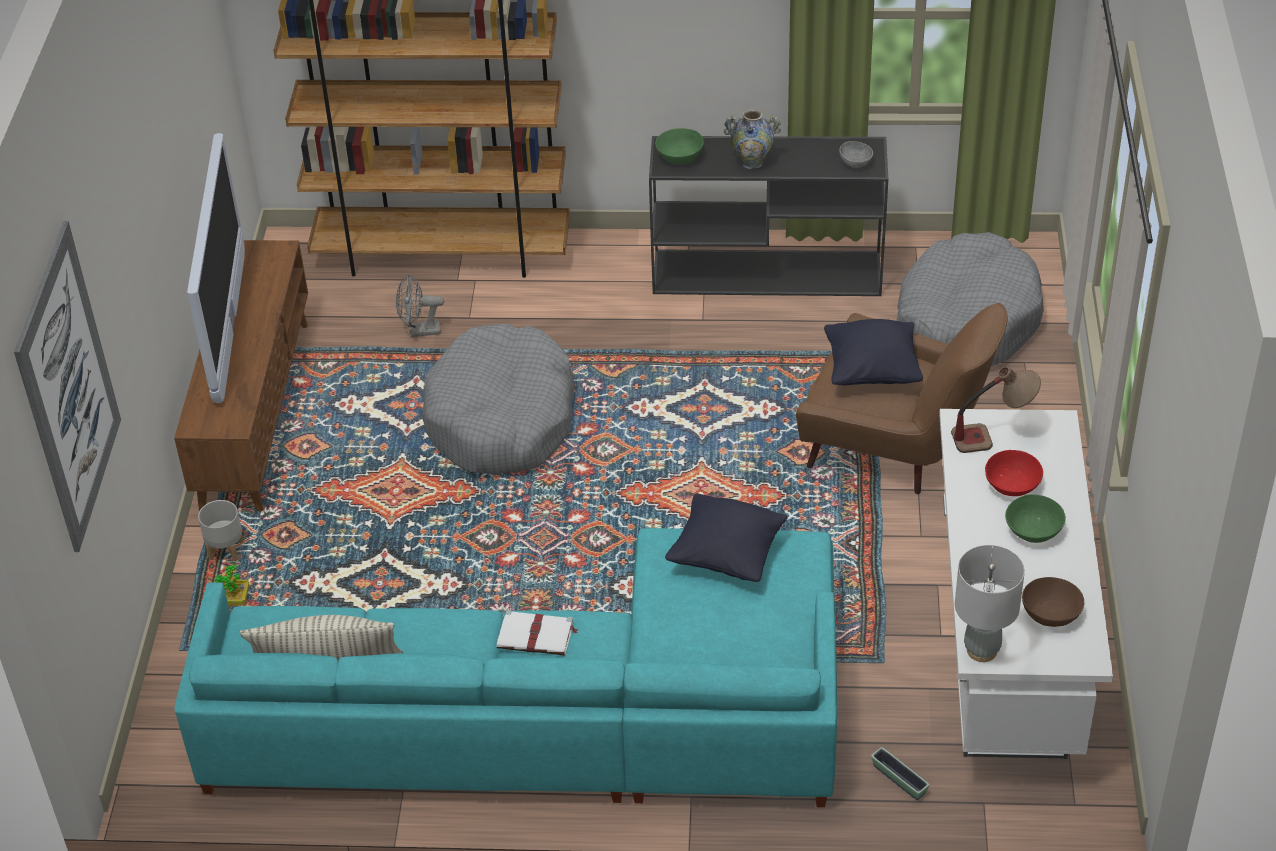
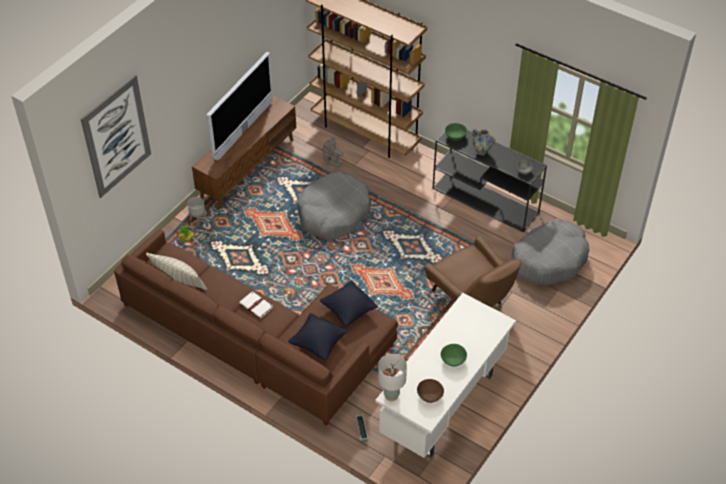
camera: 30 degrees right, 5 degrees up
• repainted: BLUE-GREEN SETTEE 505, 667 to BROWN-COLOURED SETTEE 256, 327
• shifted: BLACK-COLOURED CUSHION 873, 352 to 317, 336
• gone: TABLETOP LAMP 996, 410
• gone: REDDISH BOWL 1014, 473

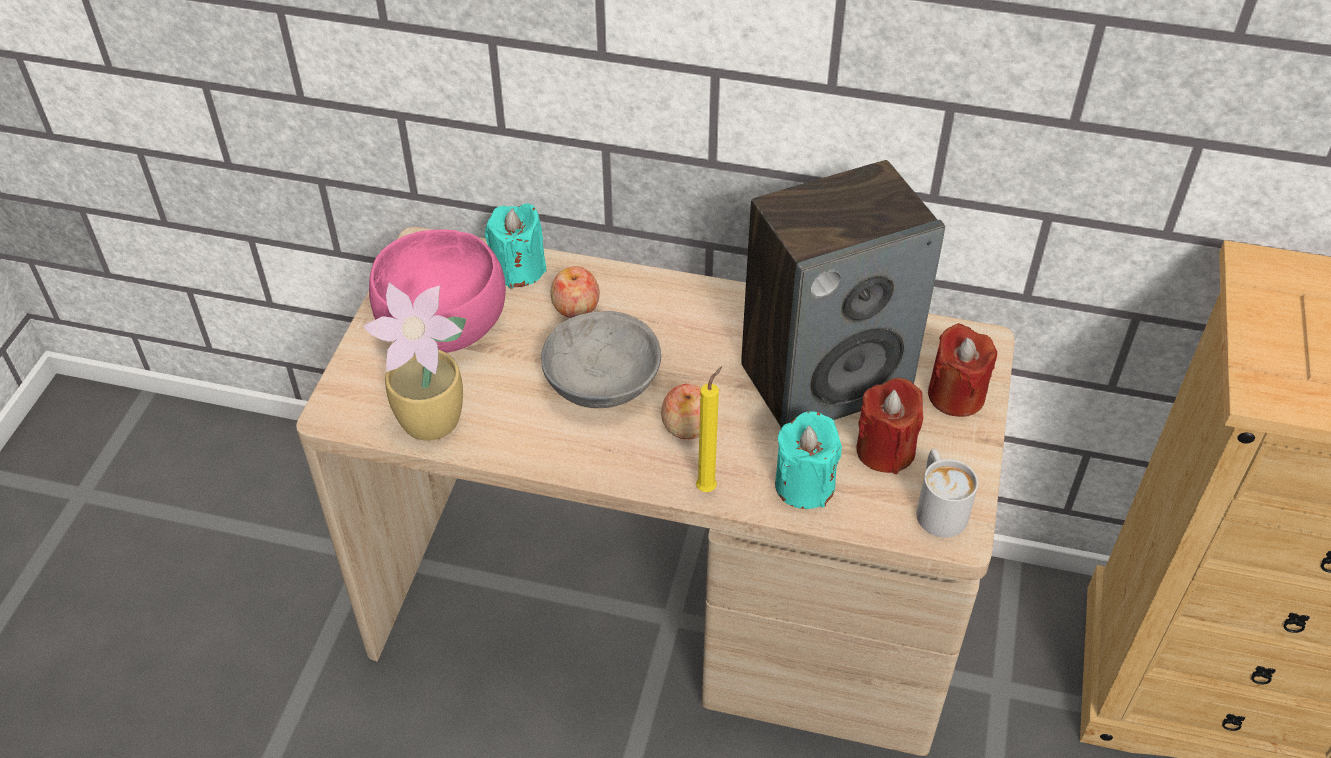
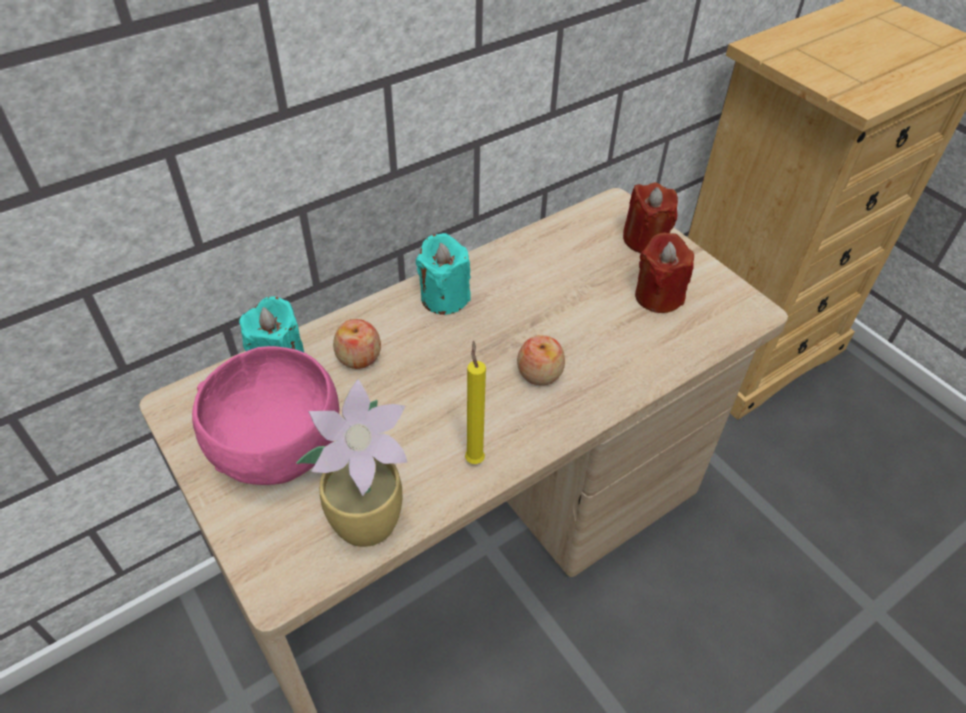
camera: 50 degrees left, 0 degrees up
• shifted: BLUE-GREEN WAX CANDLE 808, 460 to 443, 274
• shifted: YELLOWISH WAX CANDLE 709, 429 to 475, 402
• gone: GREY BOWL 601, 359
• gone: AUDIO SPEAKER 843, 294
• gone: WHITE TEA MUG 947, 493

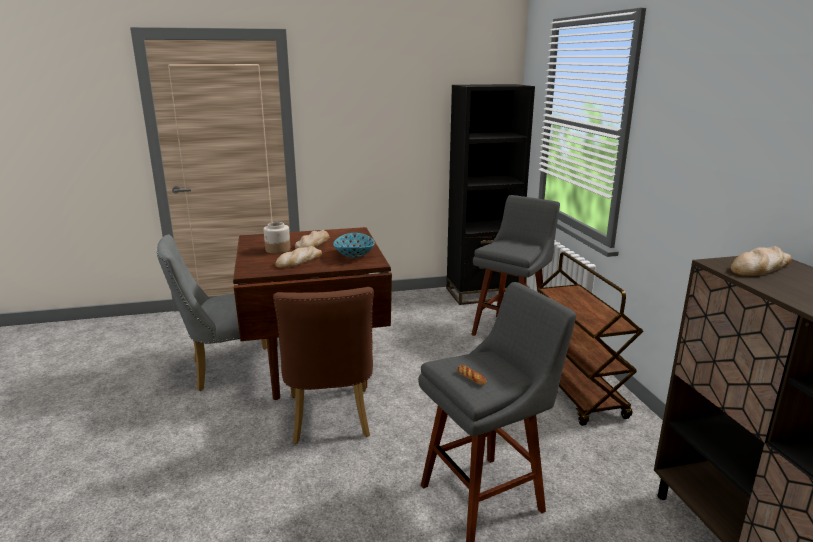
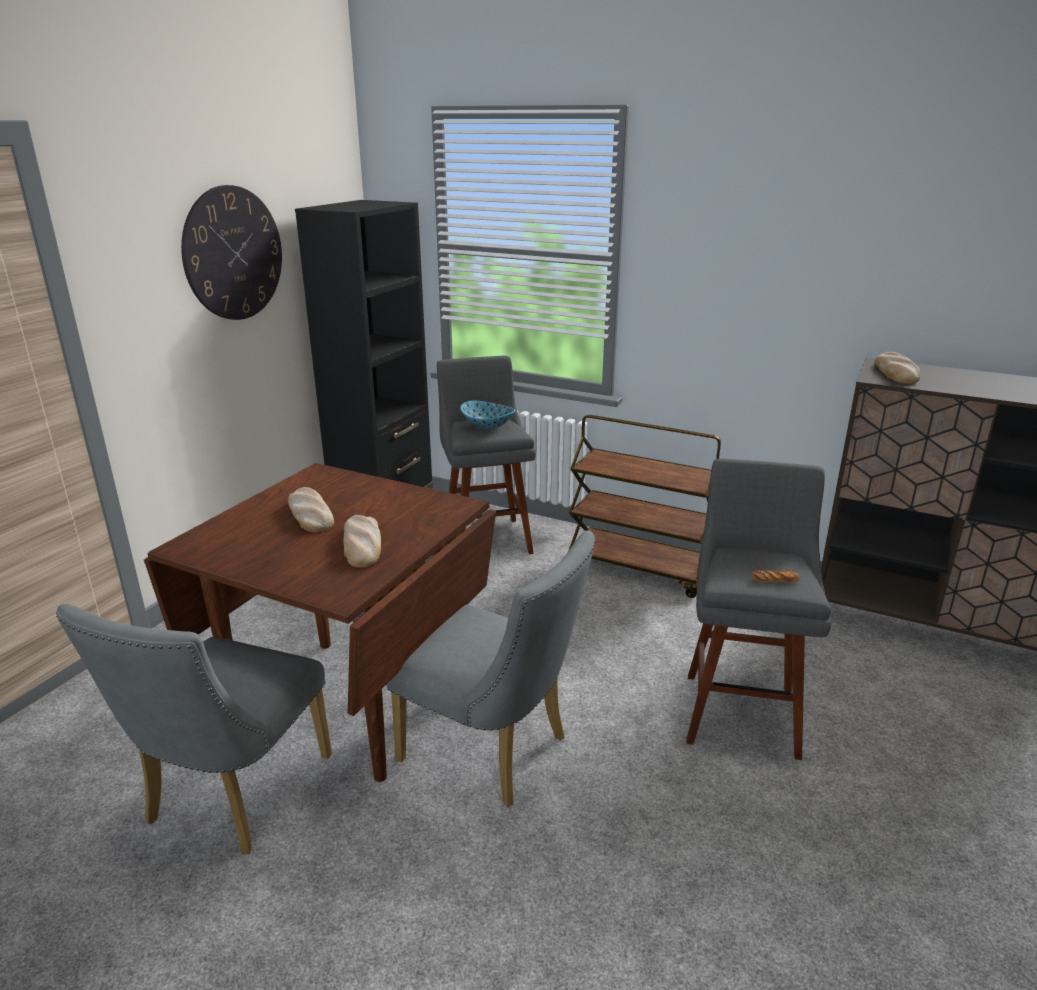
camera: 50 degrees left, 5 degrees up
• new: HANGING CLOCK 231, 252
• repainted: BROWN-COLOURED CHAIR 323, 365 to GREY CHAIR 490, 669
• shifted: BOWL 354, 245 to 487, 415
• gone: JAR 277, 238

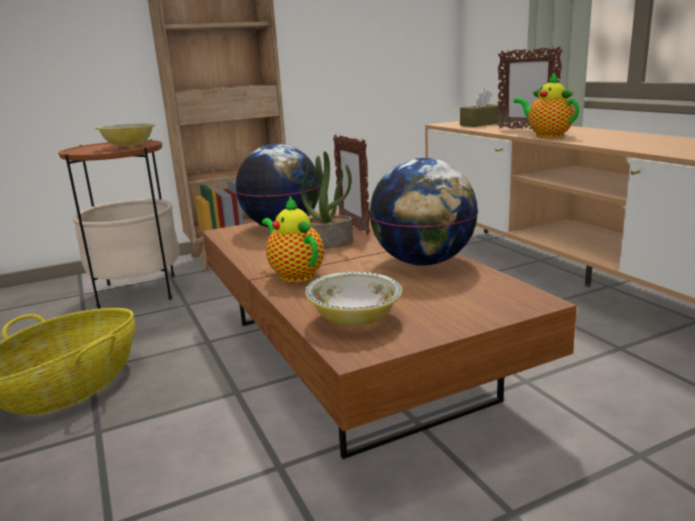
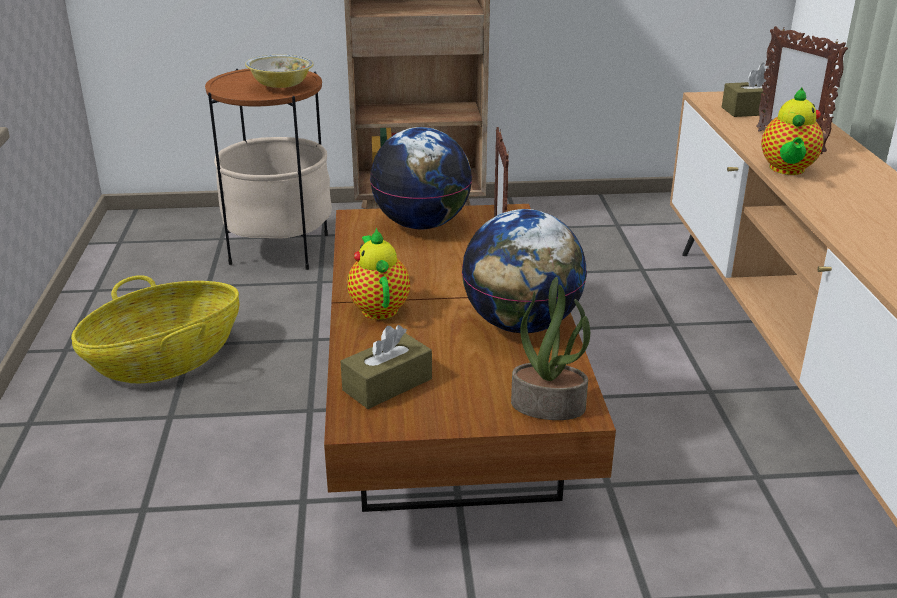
camera: 20 degrees right, 10 degrees up
• swapped: BOWL 353, 299 to BROWN-COLOURED TISSUE BOX 386, 367
• shifted: PLANT IN A POT 327, 200 to 550, 348
• rotated: TEAPOT 546, 105 = 792, 131 150 degrees counterclockwise

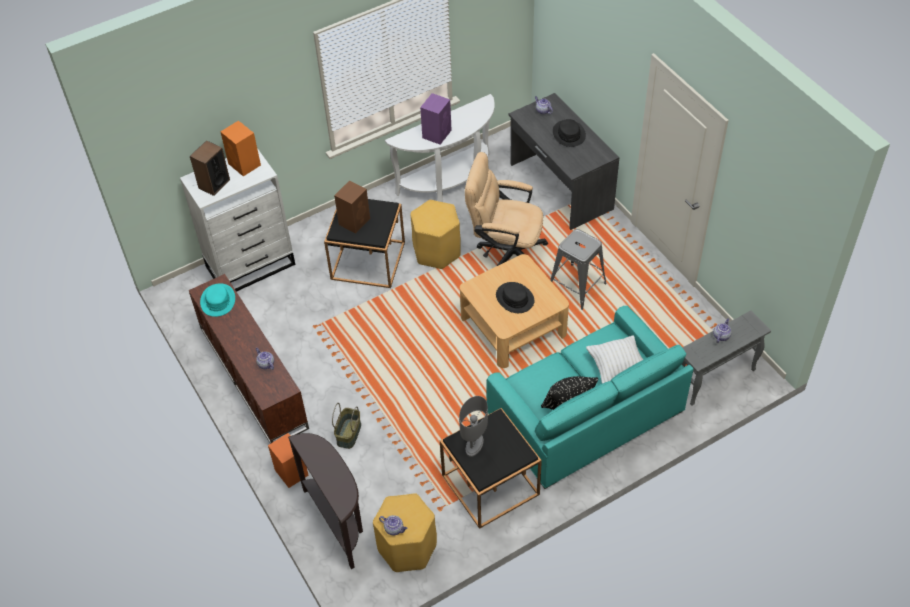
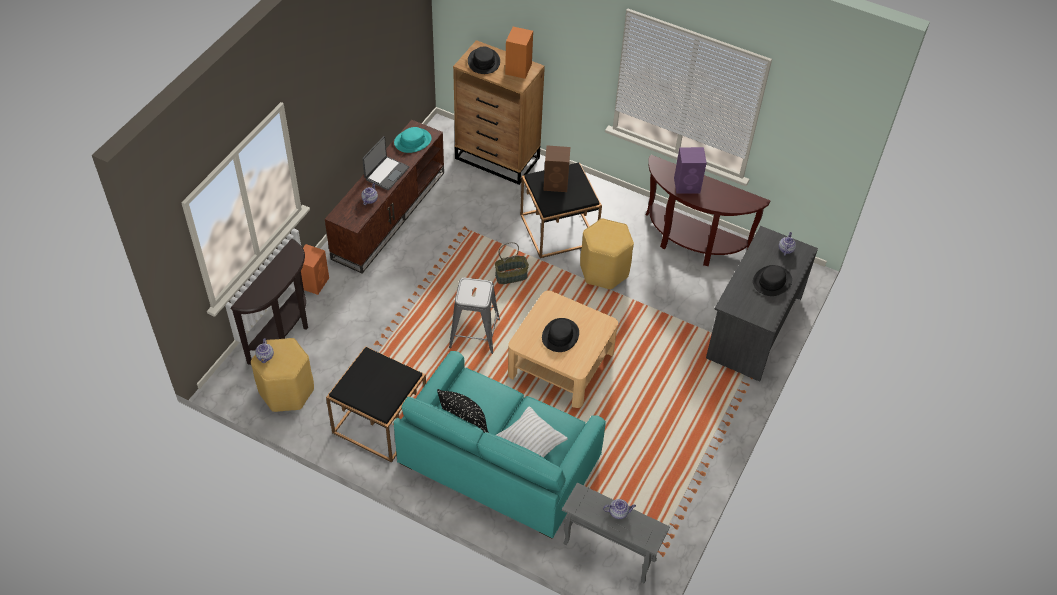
camera: 55 degrees right, 0 degrees up
• new: NOTEBOOK COMPUTER 385, 163
• shifted: GREY STOOL 578, 269 to 474, 316
• repainted: WHITE CHEST OF DRAWERS 237, 220 to BROWN-COLOURED CHEST OF DRAWERS 499, 112
• swapped: AUDIO SPEAKER 210, 168 to BLACK-COLOURED CLOTHING HAT 484, 60
• shifted: HOUSEHOLD BASKET 346, 426 to 512, 263
• repainted: WHITE NARROW TABLE 440, 148 to BROWN-COLOURED NARROW TABLE 708, 210
• gone: GREY TABLETOP LAMP 473, 426
• gone: SAND-COLOURED DESK CHAIR 506, 209

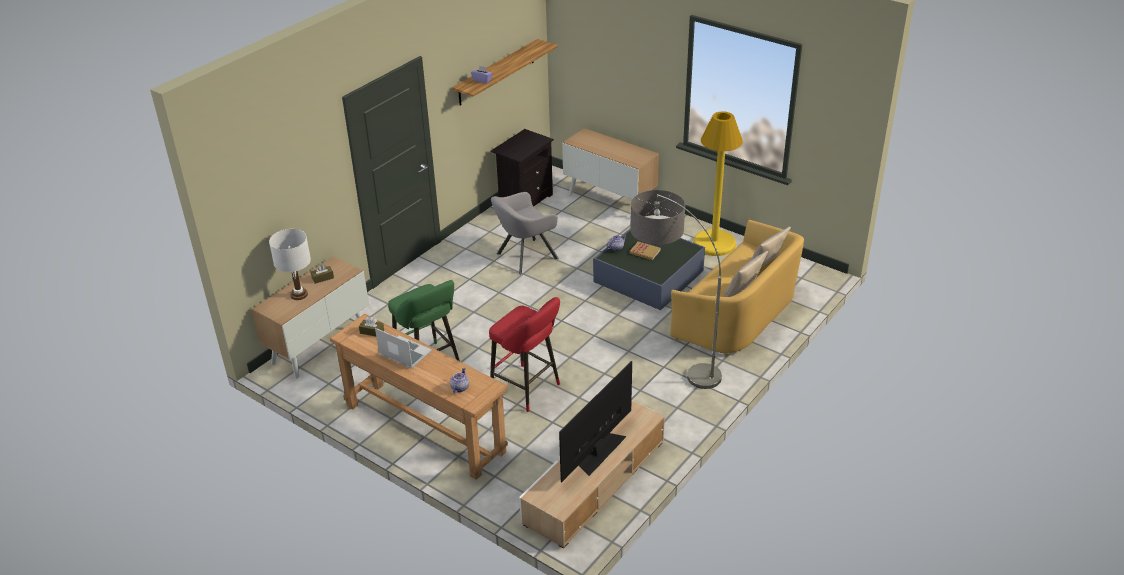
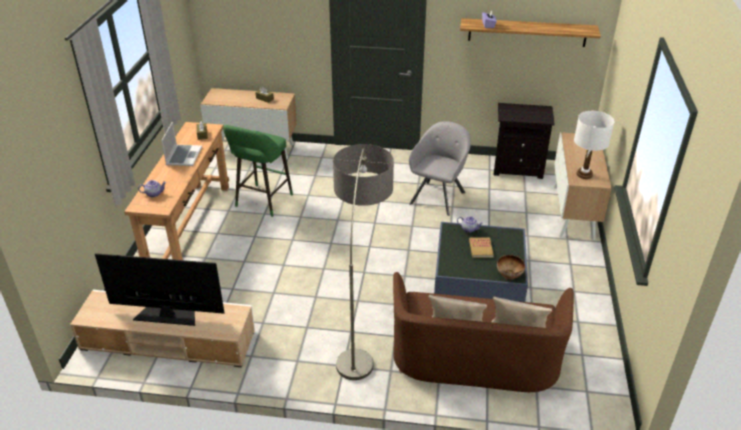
camera: 60 degrees right, 0 degrees up
• repainted: YELLOWISH SETTEE 737, 288 to BROWN-COLOURED SETTEE 483, 332
• rotated: GREY ARMCHAIR 525, 233 = 440, 168 90 degrees clockwise
• new: BOWL 511, 267
• shifted: WHITE TABLETOP LAMP 290, 264 to 594, 145
• gone: REDDISH STOOL 524, 354
• gone: YELLOWISH STANDING LAMP 718, 183

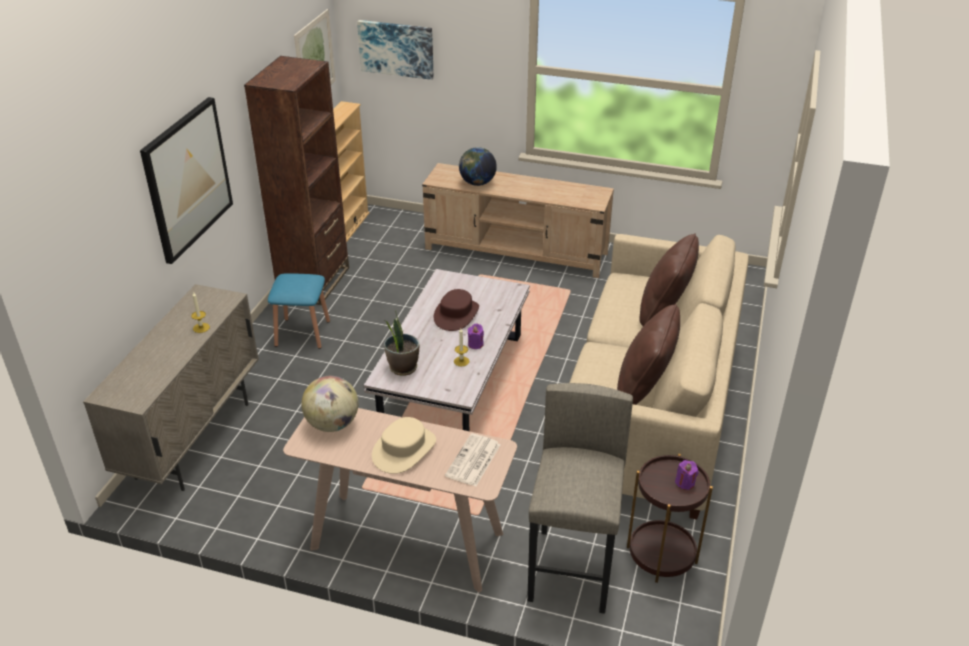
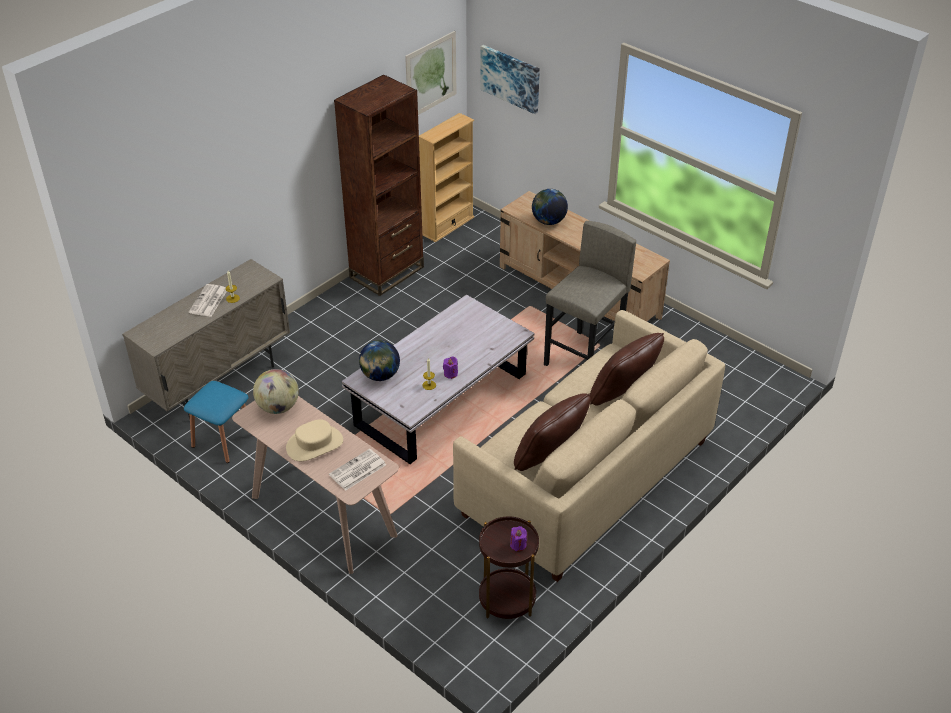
camera: 25 degrees right, 5 degrees up
• shifted: BLUISH STOOL 299, 311 to 216, 422
• new: NEWSPAPER 208, 300
• swapped: PLANT IN A POT 401, 343 to WORLD GLOBE 379, 360
• shifted: GREY STOOL 580, 498 to 590, 293
• gone: WALL ART 186, 180
• gone: BROWN-COLOURED CLOTHING HAT 456, 310

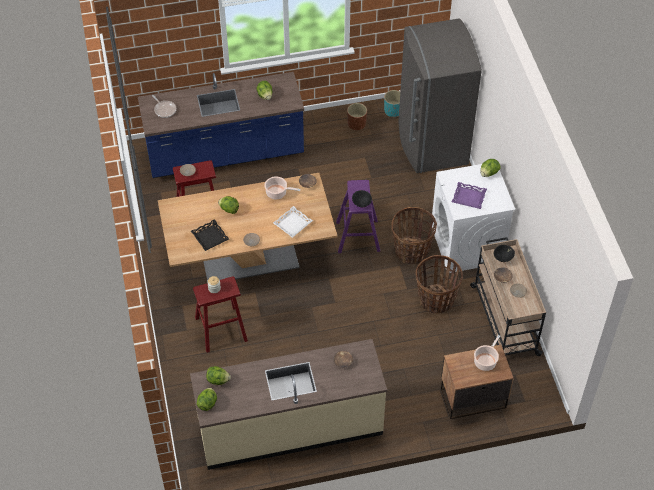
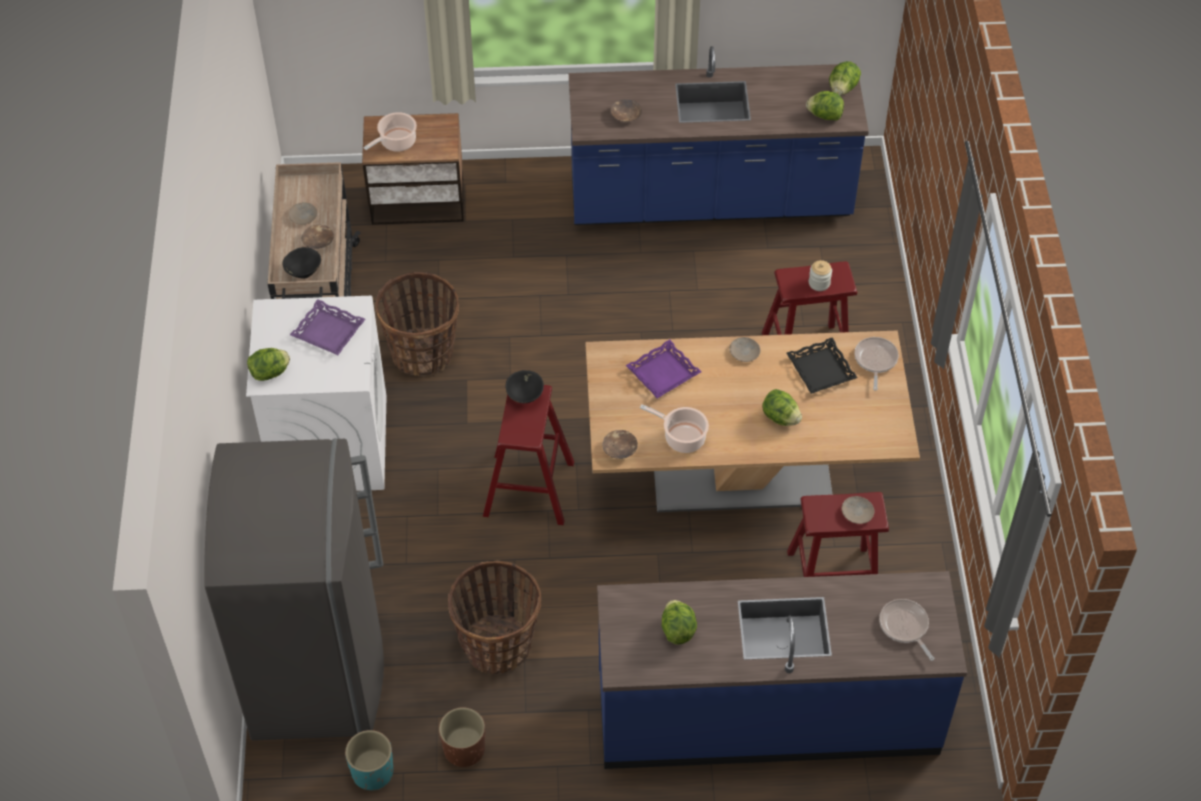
camera: 170 degrees left, 0 degrees up
• shifted: HOUSEHOLD BASKET 414, 235 to 494, 617
• repainted: PURPLE STOOL 358, 216 to REDDISH STOOL 528, 455
• repainted: SAND-COLOURED COUNTER 288, 404 to BLUISH COUNTER 719, 135
• repainted: WHITE CARRYING TRAY 293, 222 to PURPLE CARRYING TRAY 663, 369
• new: PAN 876, 364

